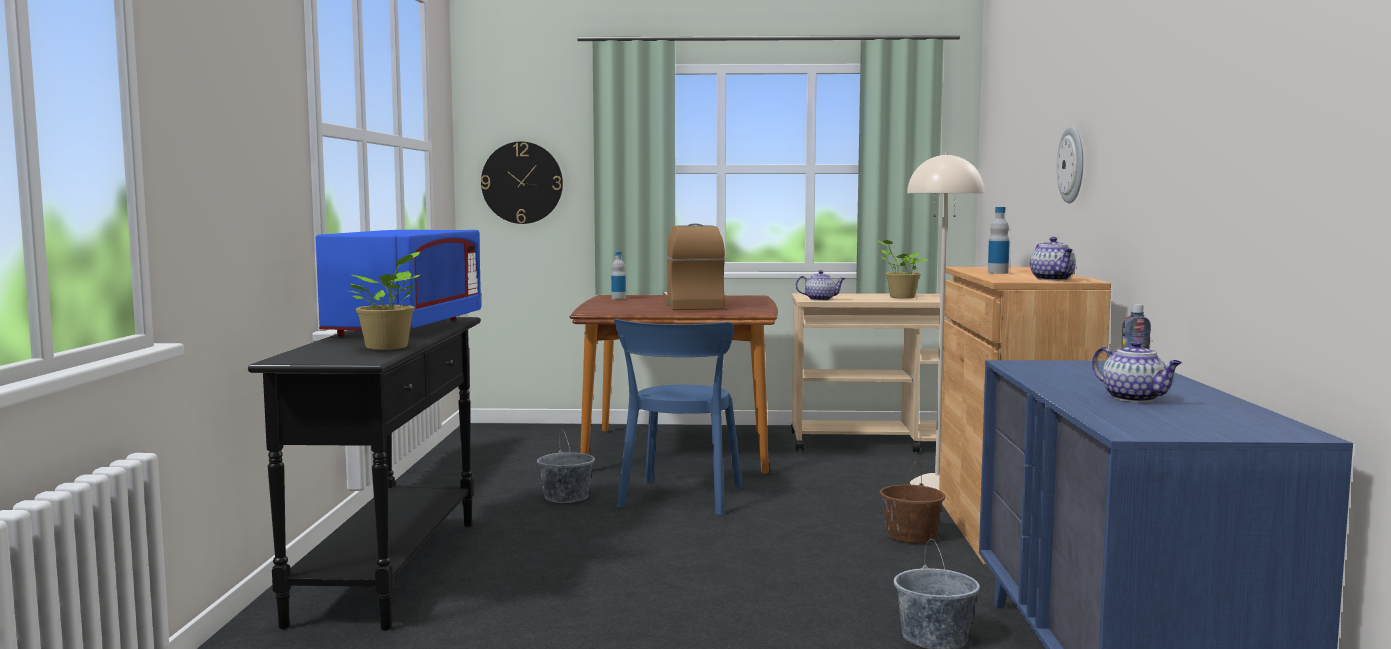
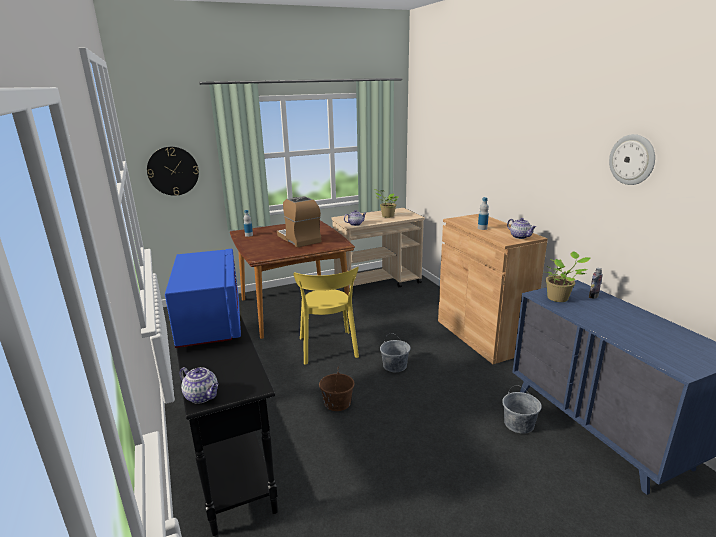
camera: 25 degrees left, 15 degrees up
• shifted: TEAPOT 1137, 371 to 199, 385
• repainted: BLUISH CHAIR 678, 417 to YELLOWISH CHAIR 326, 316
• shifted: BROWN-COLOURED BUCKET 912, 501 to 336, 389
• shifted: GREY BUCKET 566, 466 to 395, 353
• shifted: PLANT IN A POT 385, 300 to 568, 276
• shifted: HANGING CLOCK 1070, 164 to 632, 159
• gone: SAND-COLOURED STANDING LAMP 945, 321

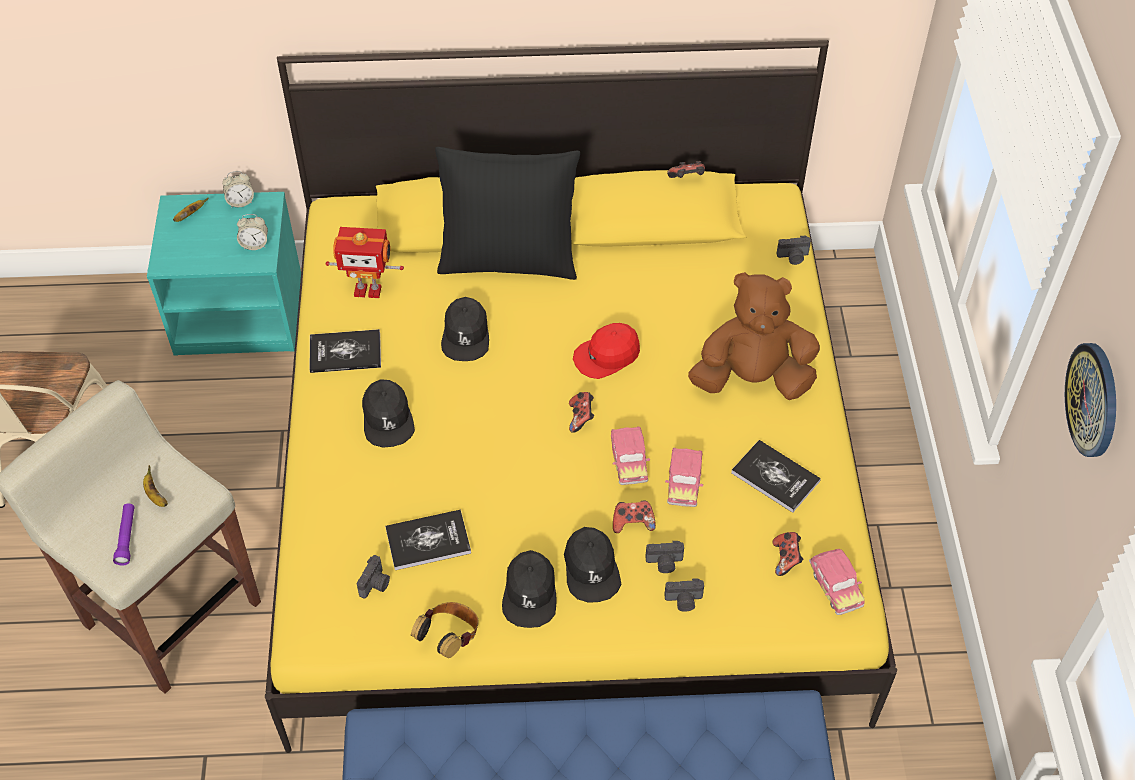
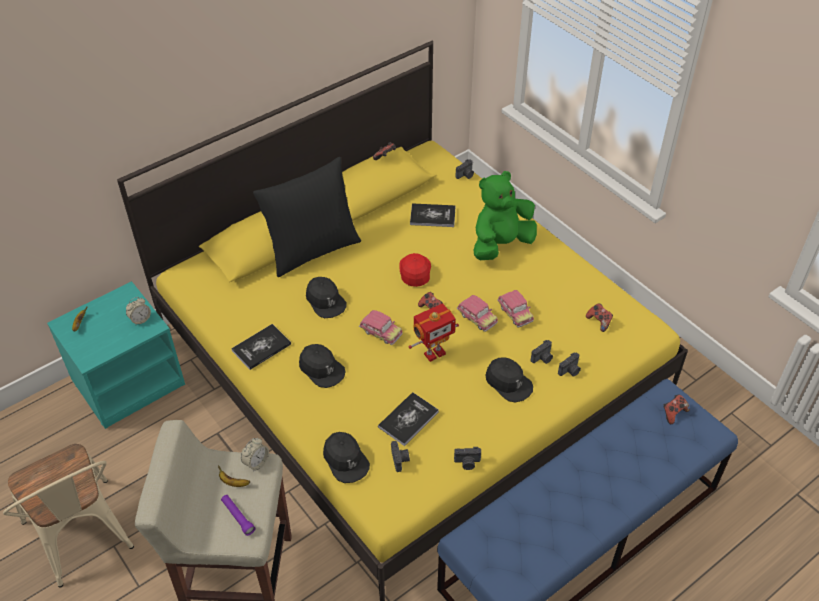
camera: 35 degrees left, 5 degrees down
• shifted: TABLE CLOCK 238, 189 to 255, 454
• shifted: BLACK-COLOURED PEAKED CAP 529, 589 to 346, 457
• shifted: TOY CAR 837, 582 to 381, 327
• rotated: REDDISH PEAKED CAP 606, 351 = 415, 270 150 degrees clockwise
• shifted: TOY ROBOT 365, 262 to 434, 332
• shifted: BOUND BOOK 776, 476 to 433, 215
• swapped: PAIR OF HEADPHONES 445, 630 to STILL CAMERA 467, 458
• repainted: BROWN-COLOURED CUDDLY TOY 754, 336 to GREEN-COLOURED CUDDLY TOY 505, 215
• shifted: JOYPAD 634, 516 to 676, 409
• gone: HANGING CLOCK 1090, 400

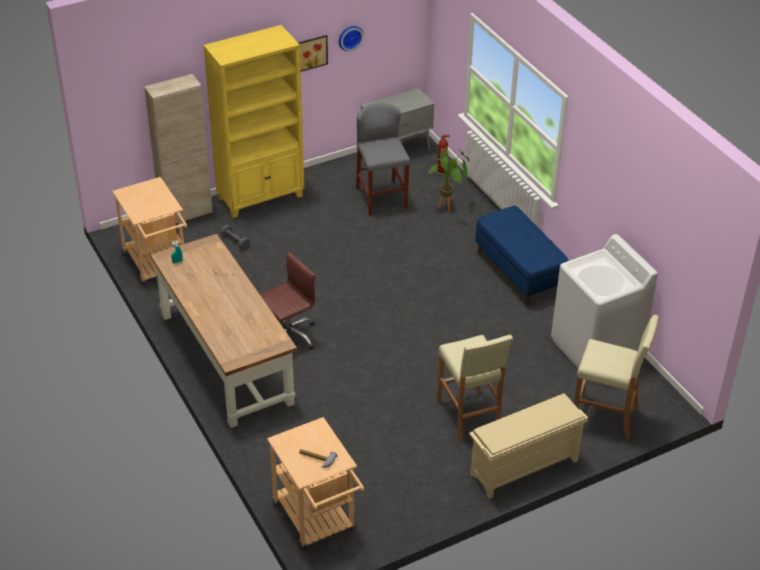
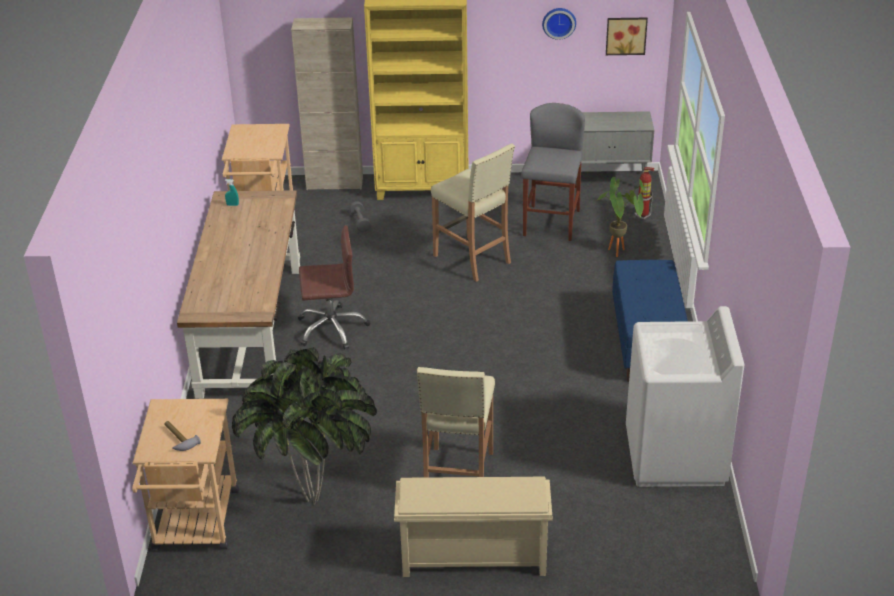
camera: 30 degrees right, 5 degrees down
• new: PLANT IN A POT 304, 426
• shifted: SAND-COLOURED STOOL 616, 377 to 473, 212
• shifted: WALL ART 313, 53 to 627, 36

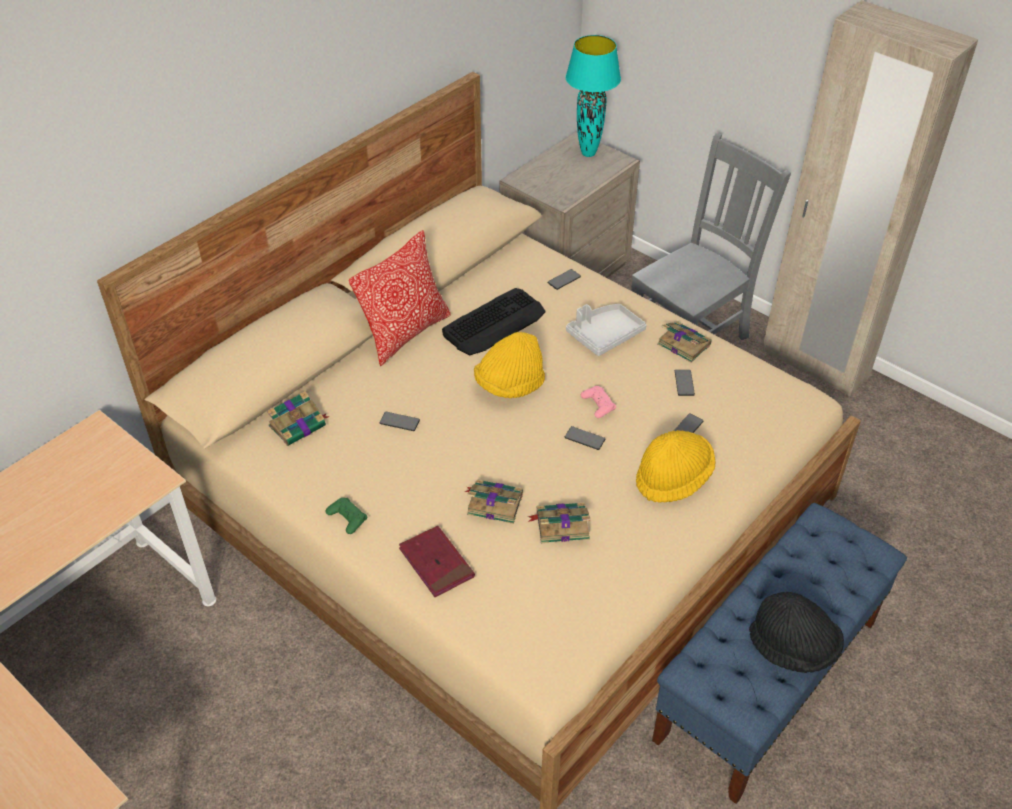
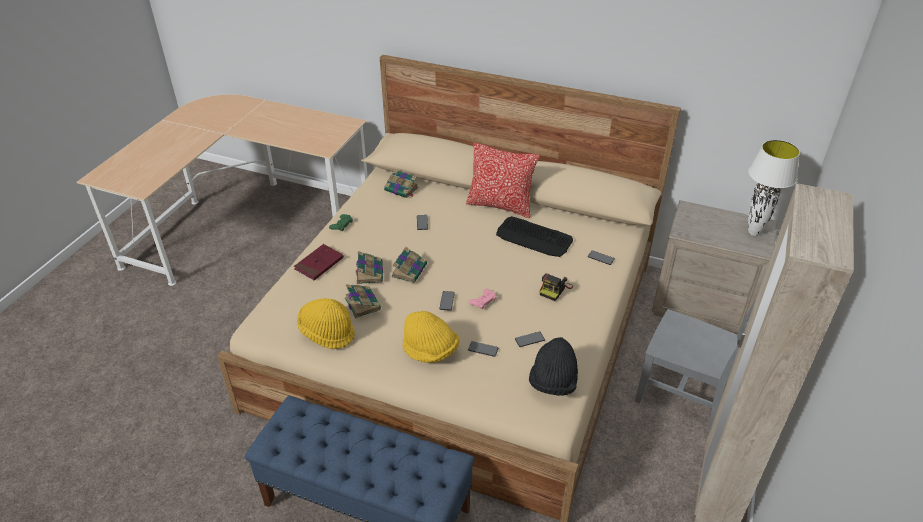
camera: 70 degrees right, 5 degrees down
• shifted: YELLOWISH CLOTHING HAT 509, 364 to 326, 323
• shifted: BOUND BOOK 684, 342 to 409, 265
• shifted: BLACK-COLOURED CLOTHING HAT 796, 632 to 553, 366
• swapped: GREY CARRYING TRAY 606, 330 to STILL CAMERA 556, 287
• repainted: BLUE-GREEN TABLETOP LAMP 593, 96 to WHITE TABLETOP LAMP 774, 188

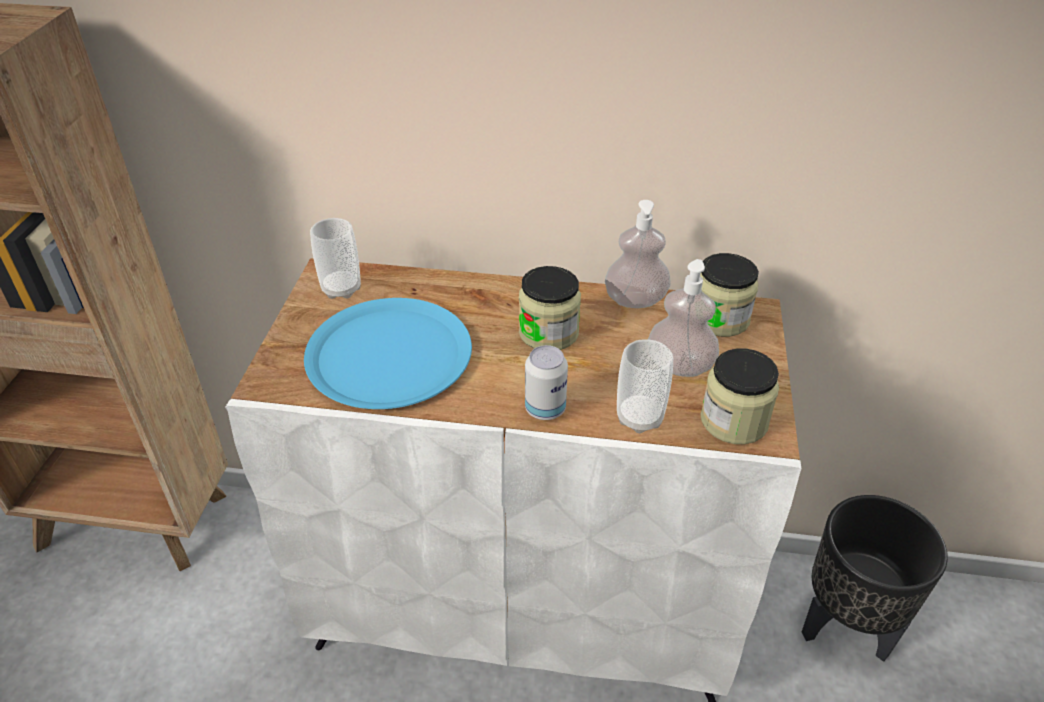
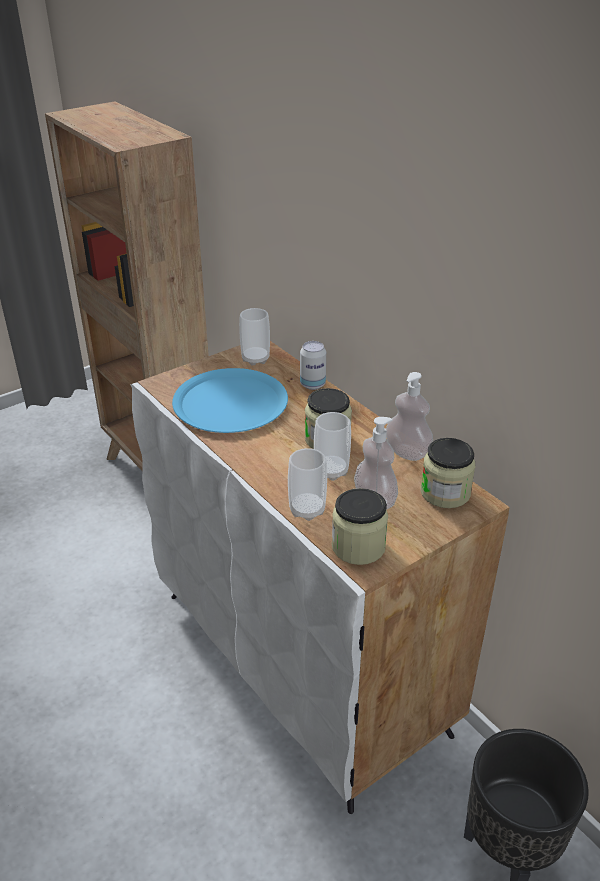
camera: 45 degrees right, 5 degrees down
• shifted: METAL CAN 546, 382 to 313, 365
• new: SMALL CUP 332, 446

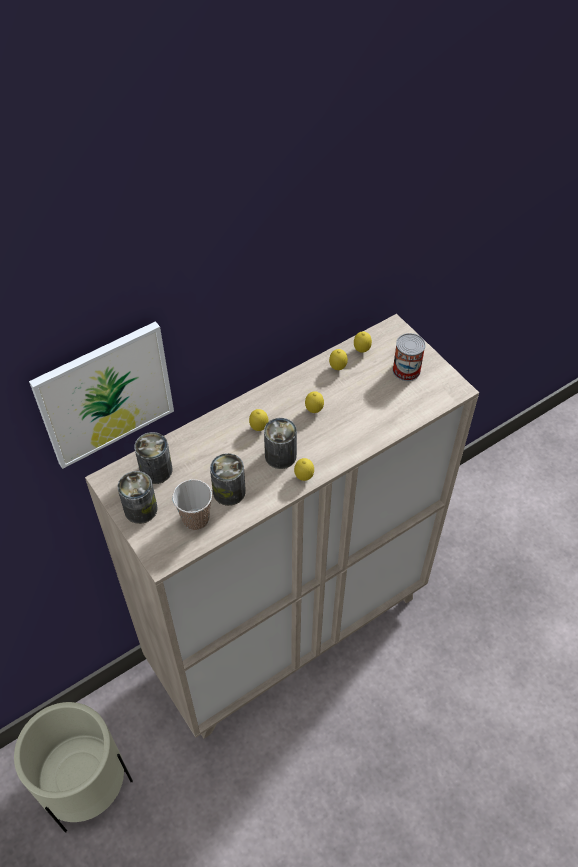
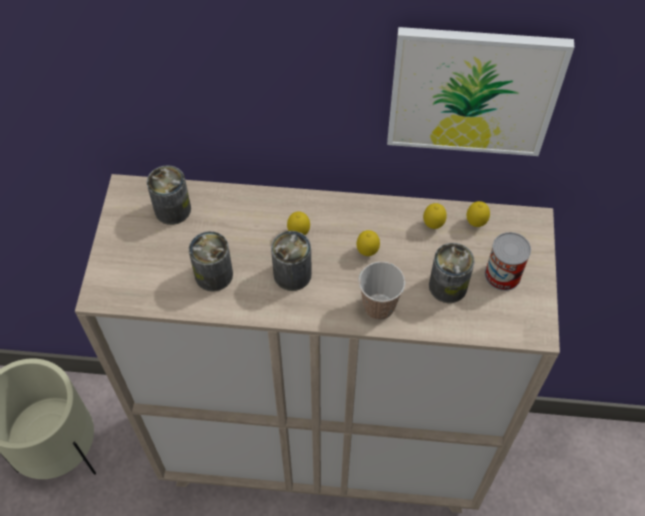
camera: 40 degrees right, 5 degrees up
• shifted: SMALL CUP 192, 504 to 382, 290
• shifted: WALL ART 101, 395 to 480, 91
• shifted: METAL CAN 138, 497 to 452, 273
• gone: CITRUS FRUIT 304, 469

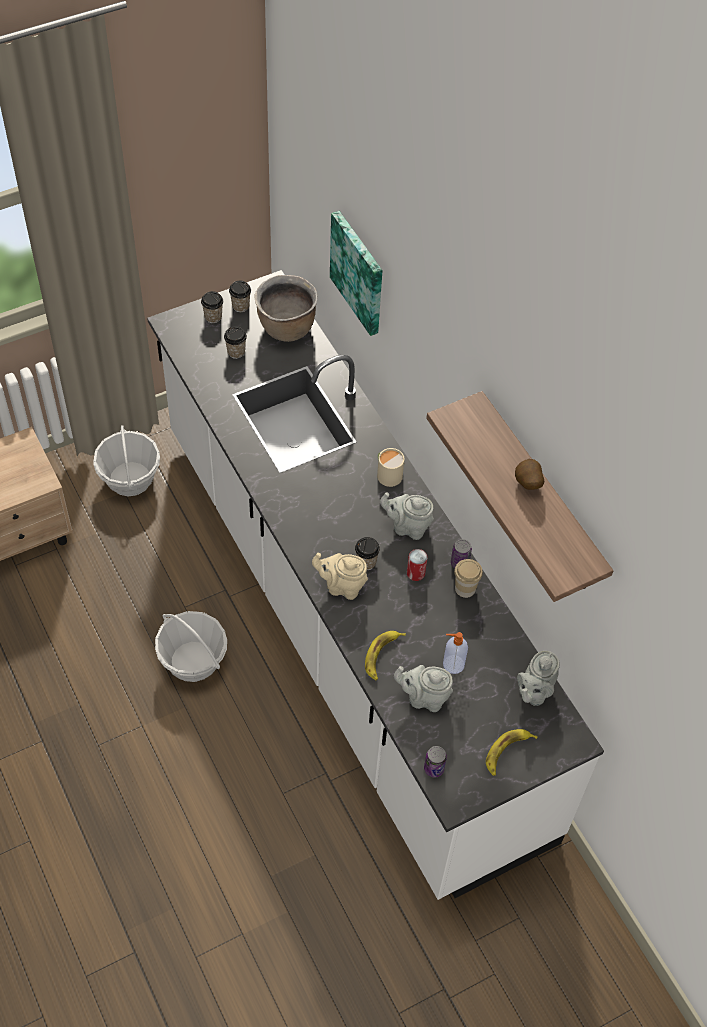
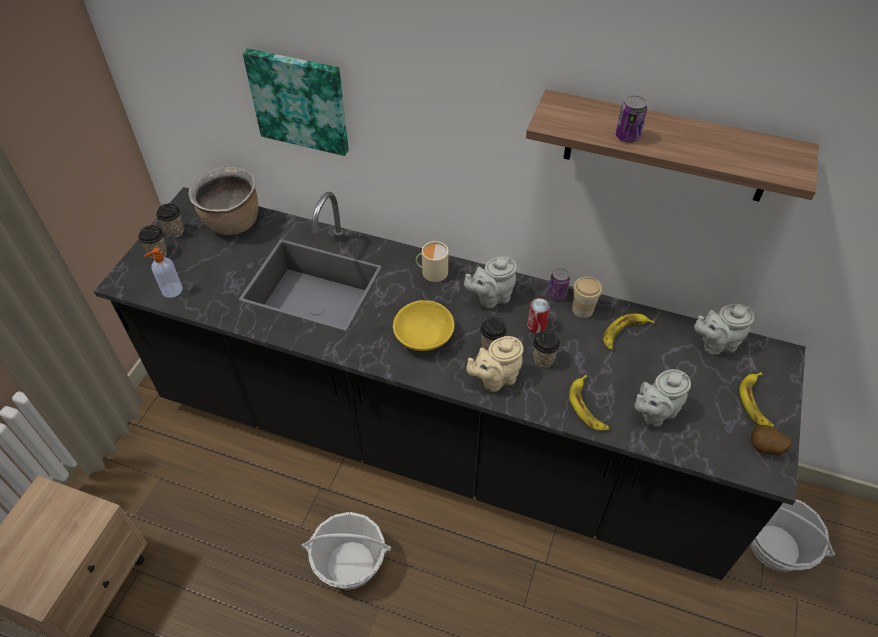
camera: 40 degrees left, 5 degrees down
• repainted: WHITE COUNTER 375, 585 to BLACK-COLOURED COUNTER 449, 383
• shifted: LIQUID SOAP BOTTLE 455, 653 to 163, 273
• new: YELLOWISH BOWL 423, 325
• shifted: SMALL CUP 235, 342 to 546, 349
• new: BANANA FRUIT 629, 332
• shifted: METAL CAN 435, 761 to 631, 119
• rotated: GREY TEAPOT 538, 678 = 724, 329 90 degrees clockwise
• shifted: HOUSEHOLD BASKET 126, 460 to 792, 535
• shifted: SPUD 529, 474 to 771, 440

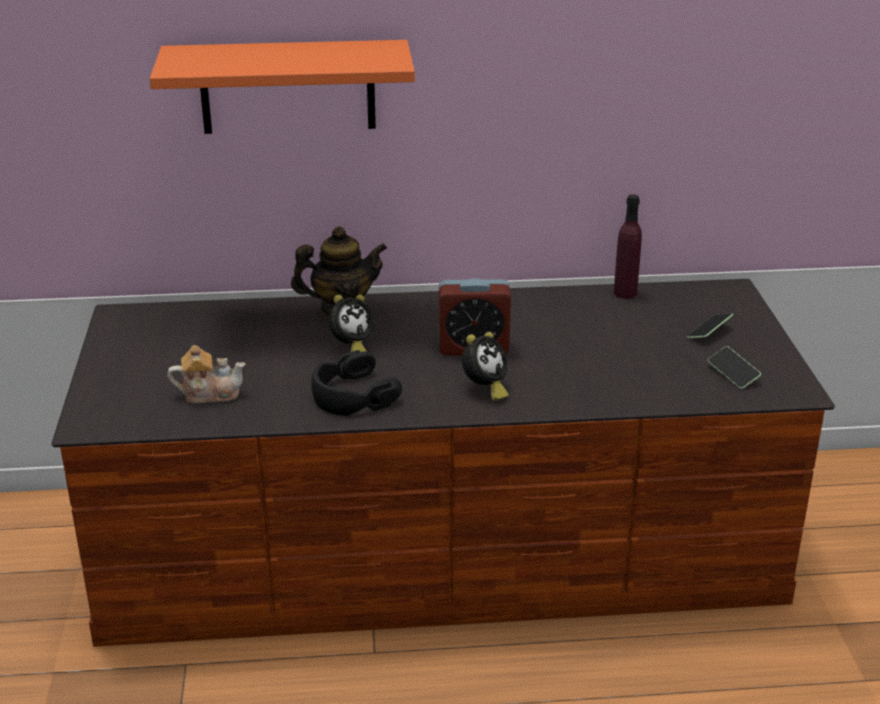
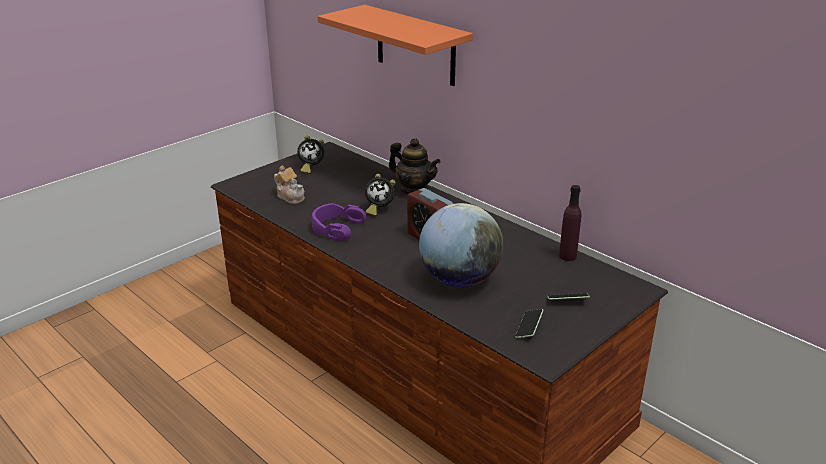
camera: 50 degrees right, 0 degrees up
• shifted: TABLE CLOCK 485, 366 to 310, 155
• repainted: BLACK-COLOURED PAIR OF HEADPHONES 356, 383 to PURPLE PAIR OF HEADPHONES 338, 222
• new: WORLD GLOBE 461, 245

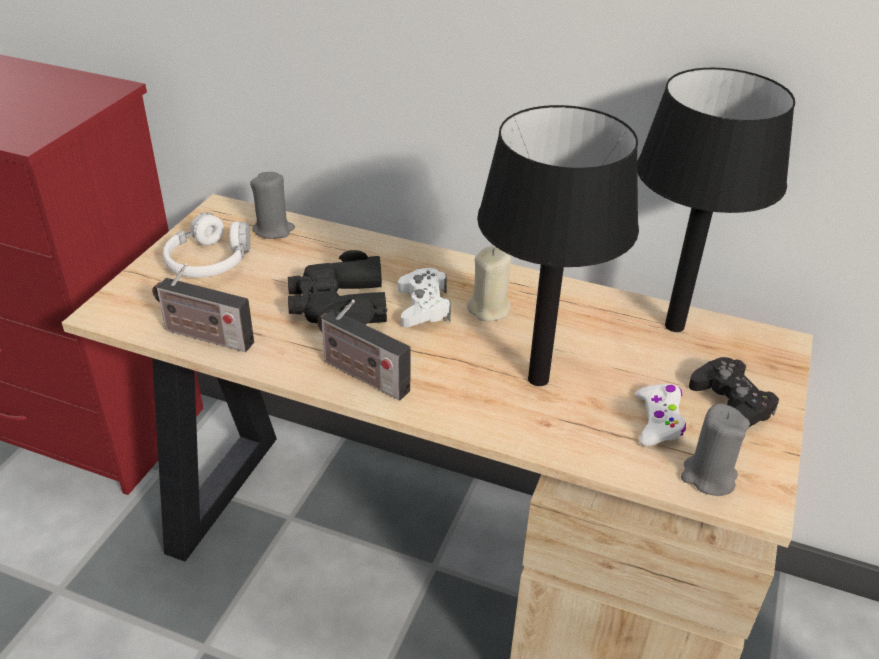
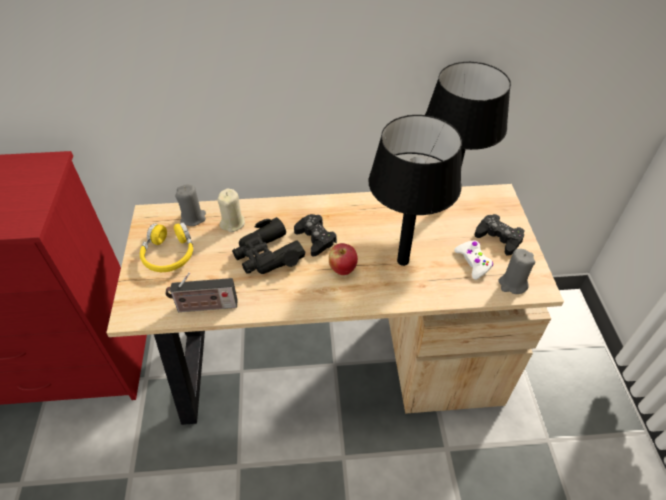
camera: 25 degrees left, 10 degrees up
• repainted: WHITE PAIR OF HEADPHONES 206, 245 to YELLOWISH PAIR OF HEADPHONES 166, 247
• shifted: SAND-COLOURED WAX CANDLE 489, 283 to 231, 210
• repainted: WHITE JOYPAD 424, 297 to BLACK-COLOURED JOYPAD 315, 235
• new: APPLE 343, 259
• gone: RADIO SET 363, 350

